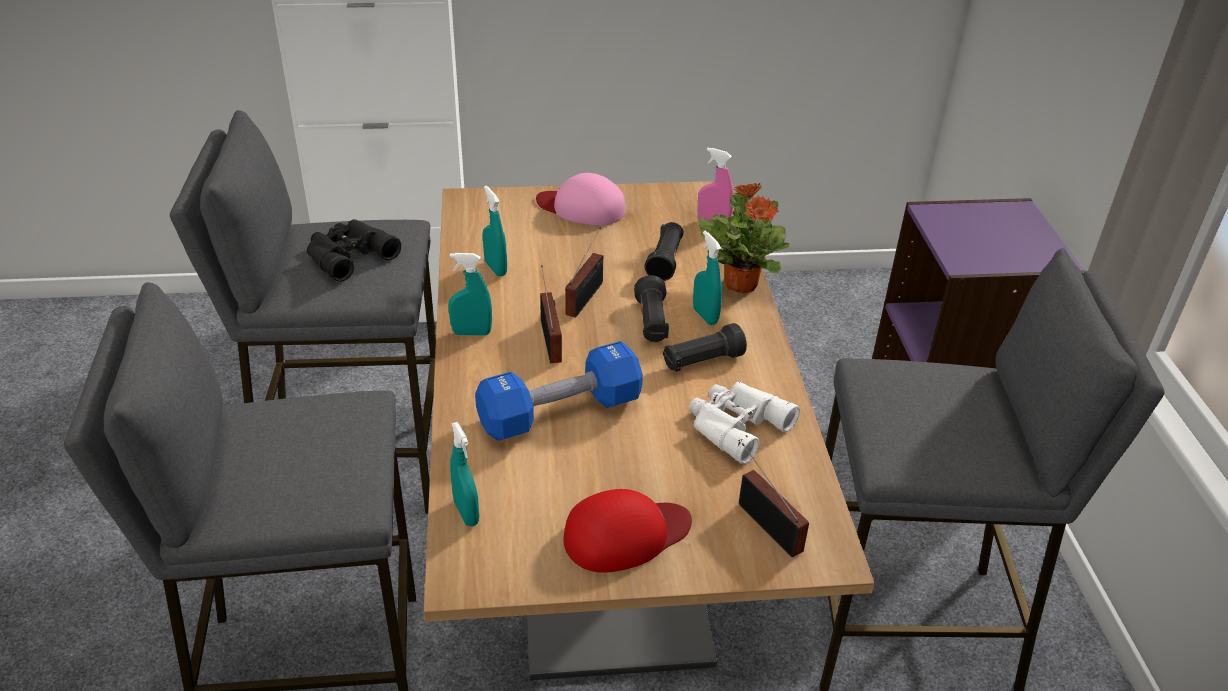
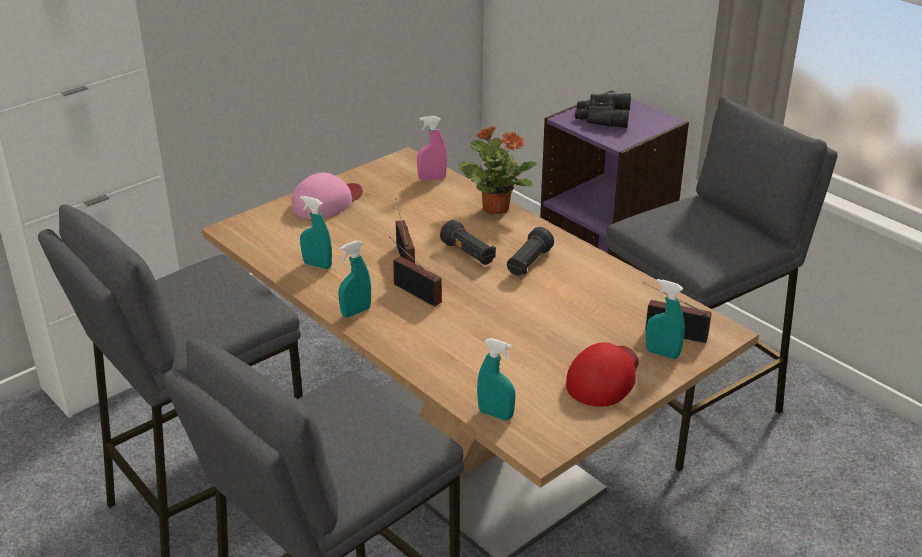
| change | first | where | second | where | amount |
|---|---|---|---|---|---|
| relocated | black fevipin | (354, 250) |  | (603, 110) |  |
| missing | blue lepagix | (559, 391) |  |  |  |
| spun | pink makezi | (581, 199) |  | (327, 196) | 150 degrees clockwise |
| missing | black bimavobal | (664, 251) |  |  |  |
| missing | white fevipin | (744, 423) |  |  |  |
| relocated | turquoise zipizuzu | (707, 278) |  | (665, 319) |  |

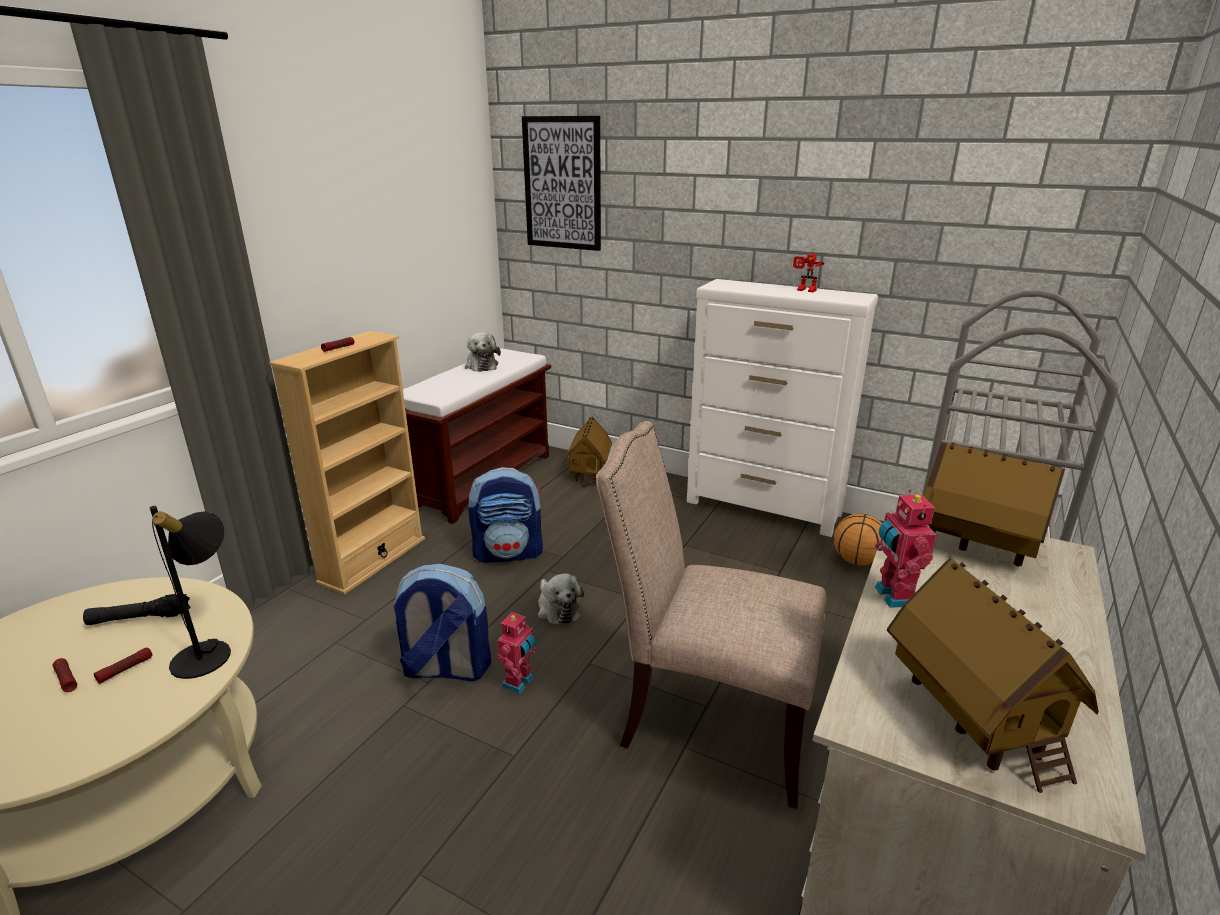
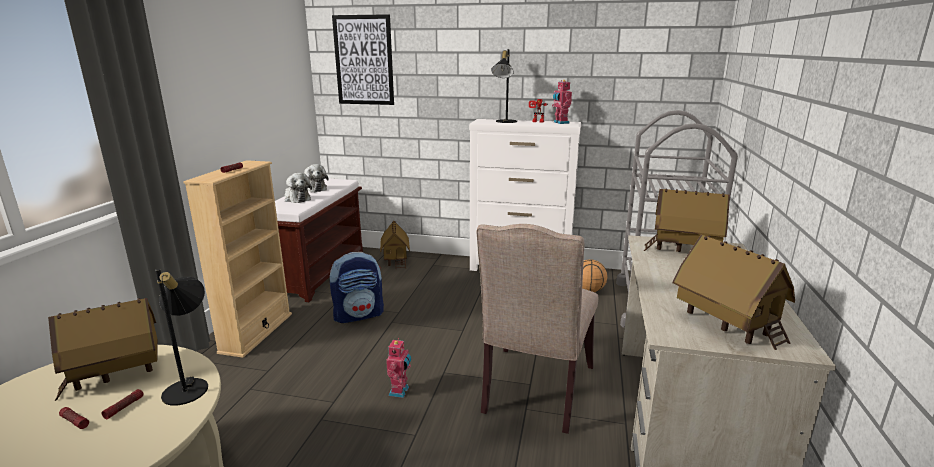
| change | first | where | second | where | amount |
|---|---|---|---|---|---|
| exchanged | black bimavobal | (136, 609) | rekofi | (103, 349) |  |
| missing | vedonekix | (441, 622) |  |  |  |
| relocated | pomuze | (561, 599) |  | (298, 188) |  |
| spun | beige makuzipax | (711, 615) |  | (537, 329) | 75 degrees counterclockwise |
| relocated | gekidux | (906, 549) |  | (562, 102) |  |
| appeared |  |  | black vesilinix | (504, 86) |  |

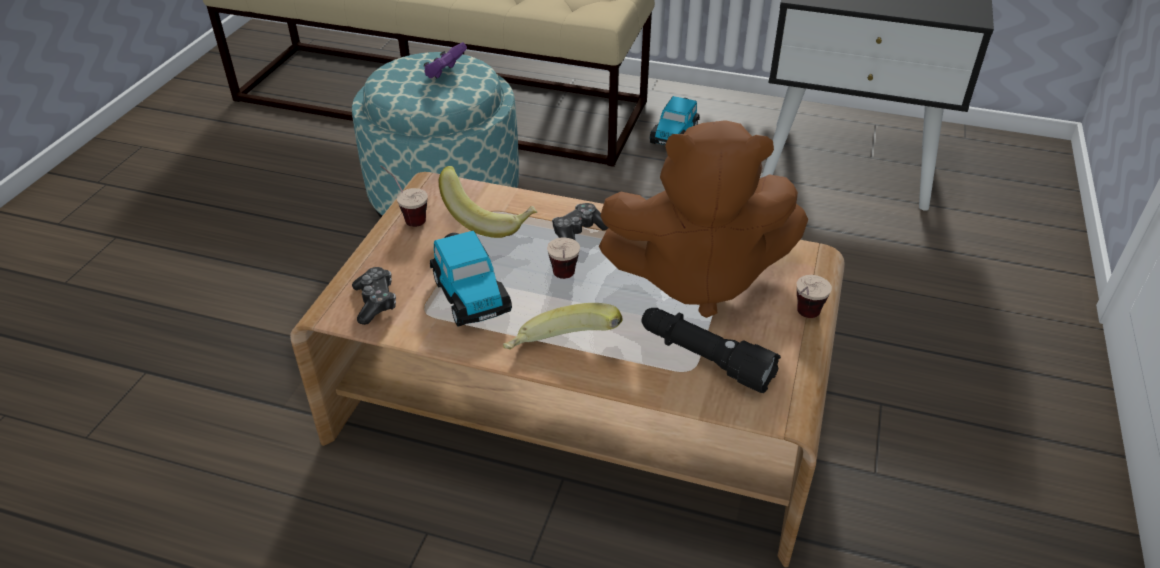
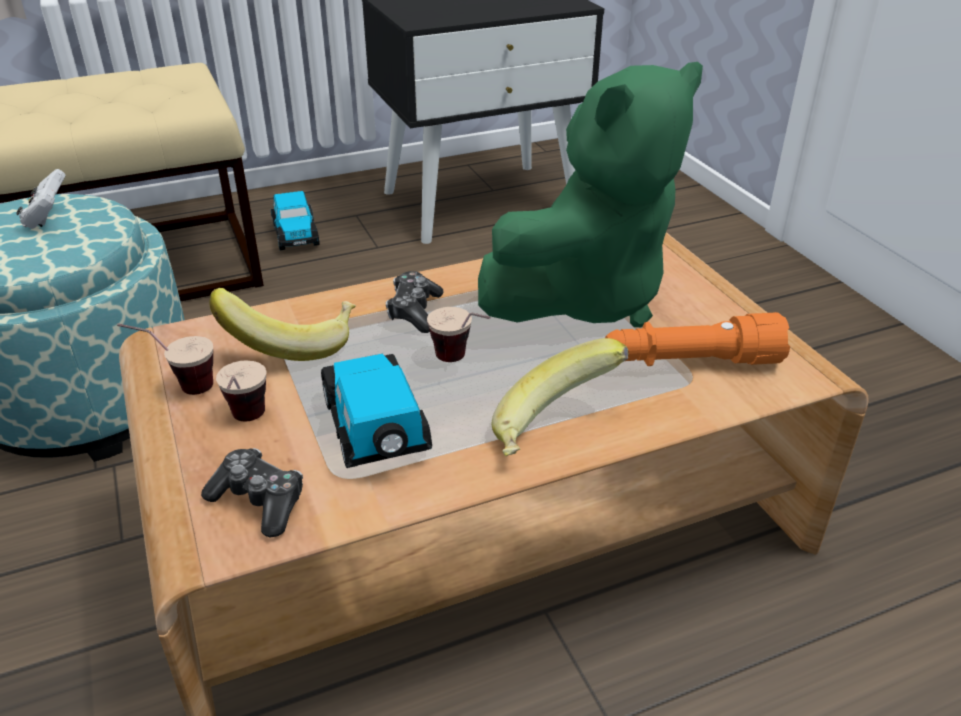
| change | first | where | second | where | amount |
|---|---|---|---|---|---|
| colour | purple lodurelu | (445, 60) | white lodurelu | (41, 199) |  |
| spun | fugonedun | (471, 279) |  | (376, 411) | 135 degrees counterclockwise |
| colour | brown pomuze | (703, 219) | green pomuze | (590, 194) |  |
| colour | black bimavobal | (711, 350) | orange bimavobal | (697, 339) |  |
| relocated | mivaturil | (814, 296) |  | (241, 391) |  |

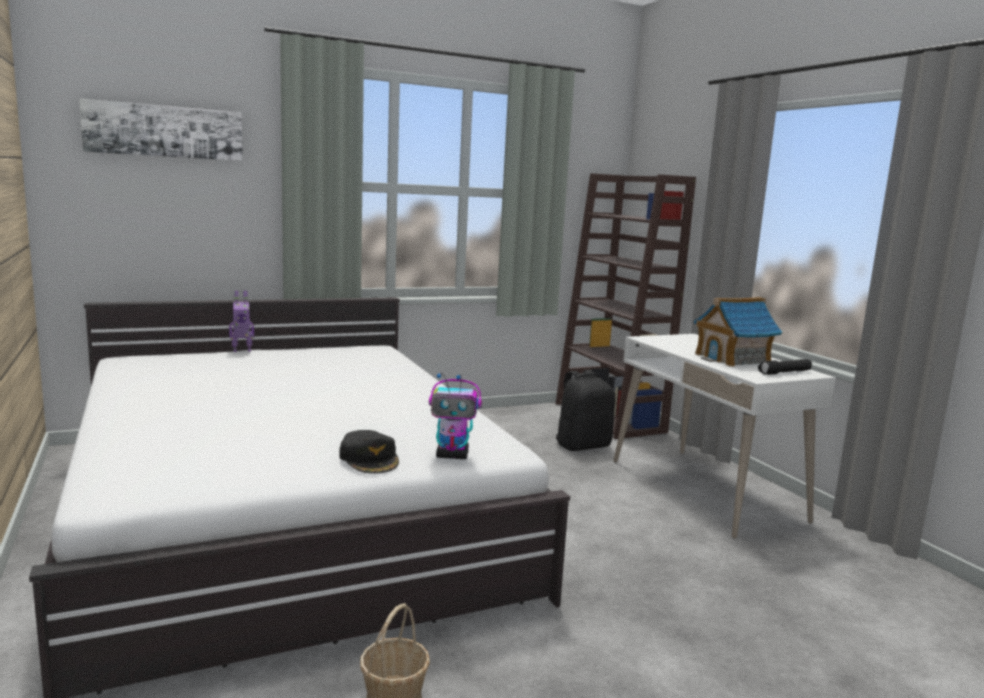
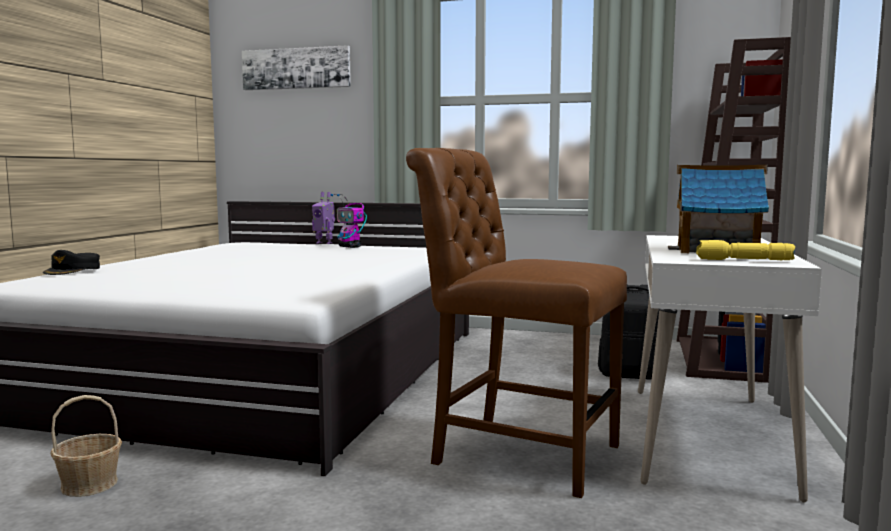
| change | first | where | second | where | amount |
|---|---|---|---|---|---|
| relocated | black makezi | (369, 452) |  | (71, 262) |  |
| relocated | gekidux | (455, 416) |  | (349, 221) |  |
| colour | black bimavobal | (785, 367) | yellow bimavobal | (745, 250) |  |
| appeared |  |  | brown makuzipax | (516, 323) |  |

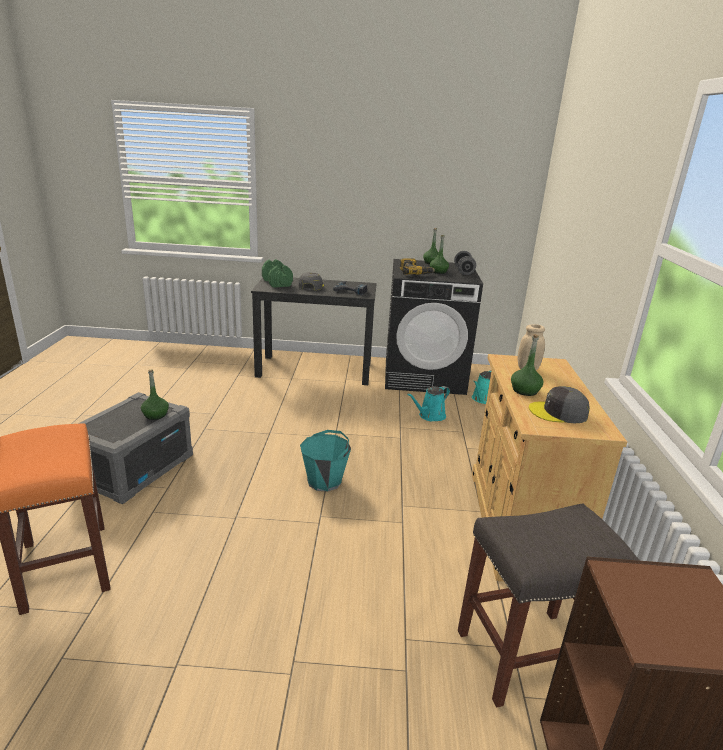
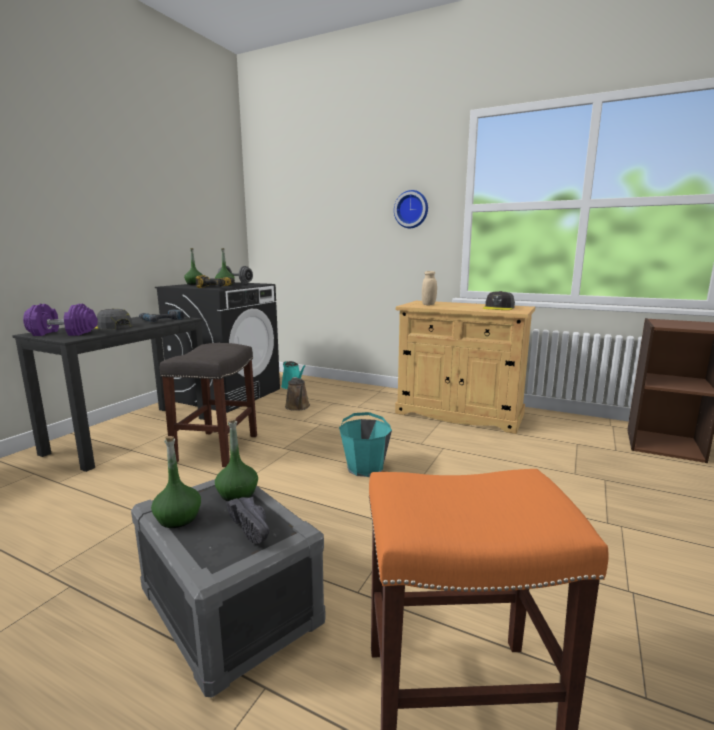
| change | first | where | second | where | amount |
|---|---|---|---|---|---|
| colour | green lepagix | (277, 273) | purple lepagix | (60, 320) |  |
| colour | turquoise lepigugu | (428, 403) | brown lepigugu | (297, 394) |  |
| relocated | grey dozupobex | (549, 605) |  | (208, 405) |  |
| relocated | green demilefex | (527, 365) |  | (176, 482) |  |
| appeared |  |  | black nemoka | (247, 520) |  |
| appeared |  |  | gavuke | (411, 209) |  |

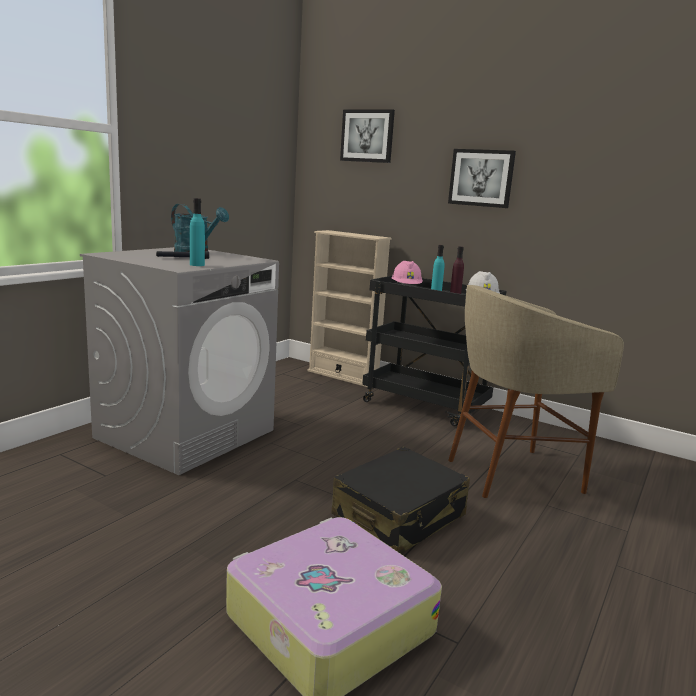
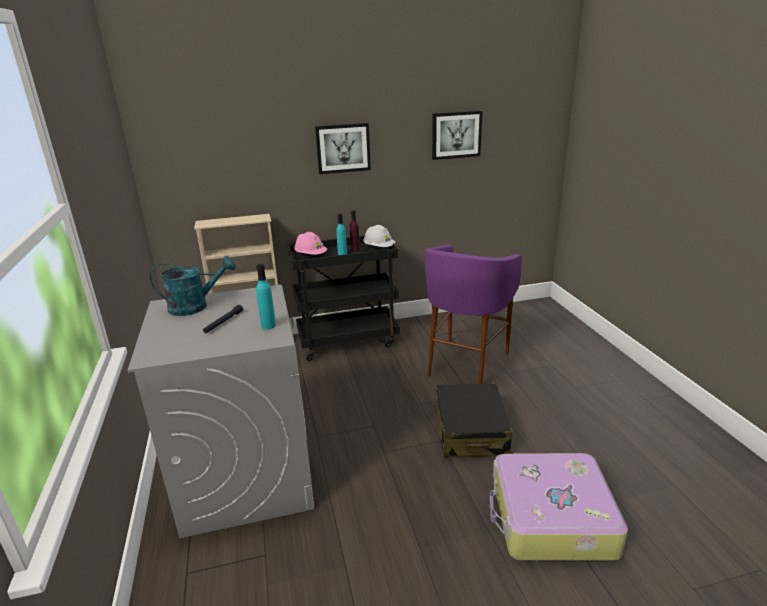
| change | first | where | second | where | amount |
|---|---|---|---|---|---|
| relocated | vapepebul | (367, 136) |  | (457, 135) |  |
| colour | beige dozupobex | (536, 391) | purple dozupobex | (473, 314) |  |

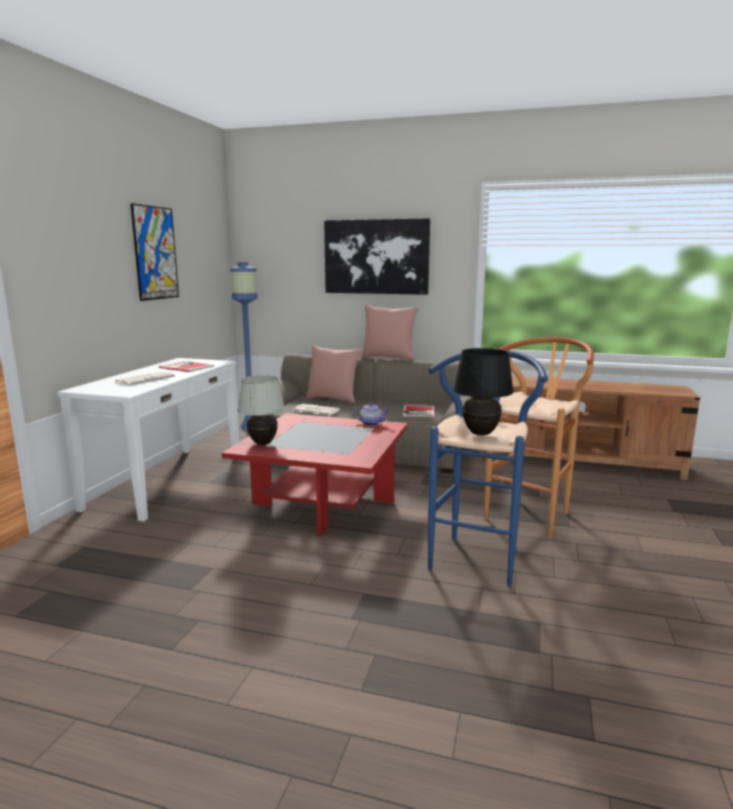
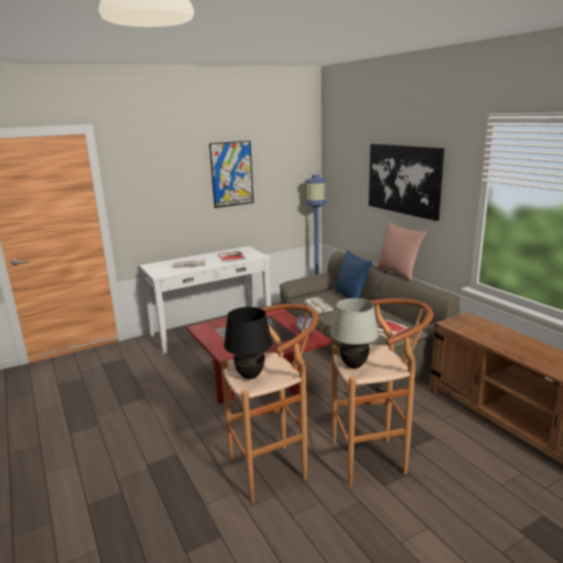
| change | first | where | second | where | amount |
|---|---|---|---|---|---|
| relocated | white vesilinix | (261, 410) |  | (355, 333) |  |
| colour | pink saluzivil | (334, 374) | blue saluzivil | (353, 273) |  |
| colour | blue dozupobex | (488, 468) | brown dozupobex | (269, 403) |  |

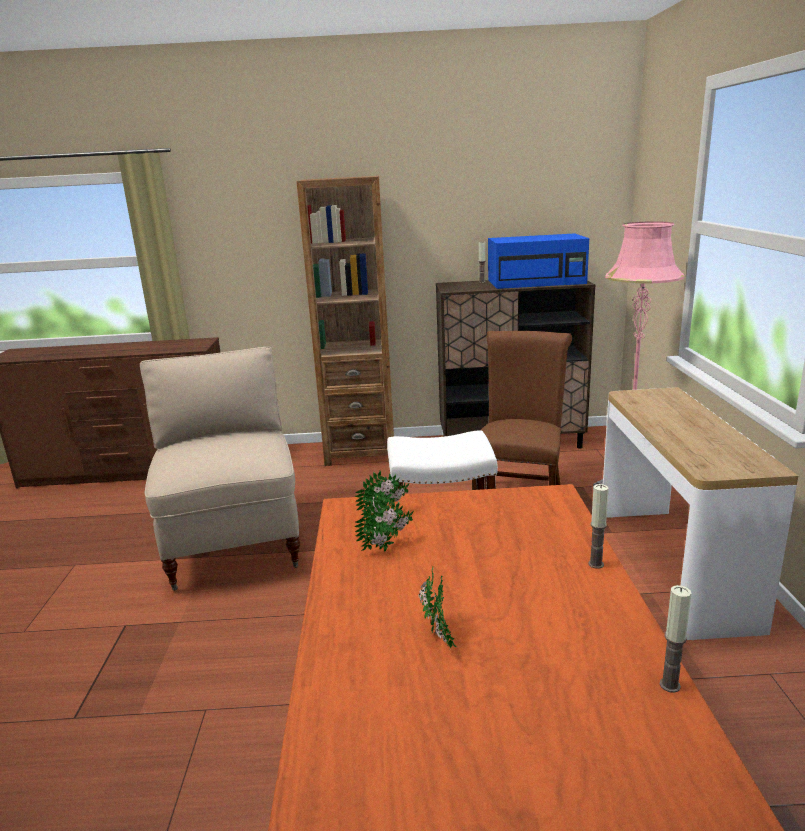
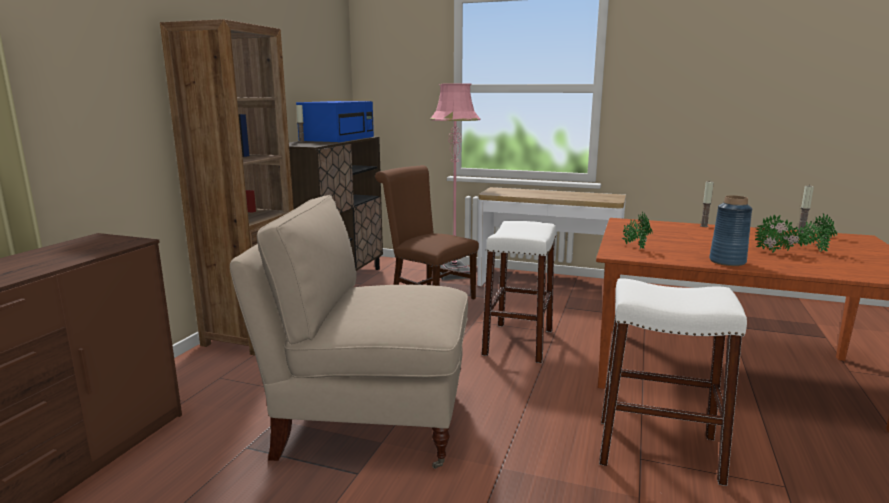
| change | first | where | second | where | amount |
|---|---|---|---|---|---|
| relocated | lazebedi | (384, 525) |  | (815, 233) |  |
| appeared |  |  | white dozupobex | (673, 382) |  |
| appeared |  |  | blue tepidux | (730, 230) |  |

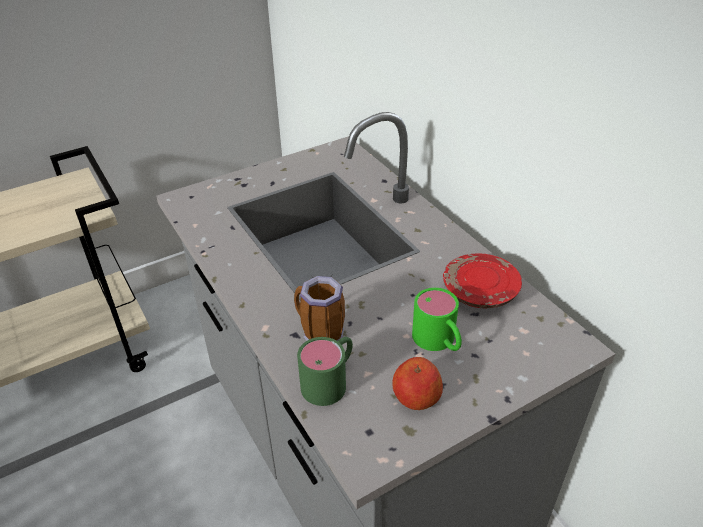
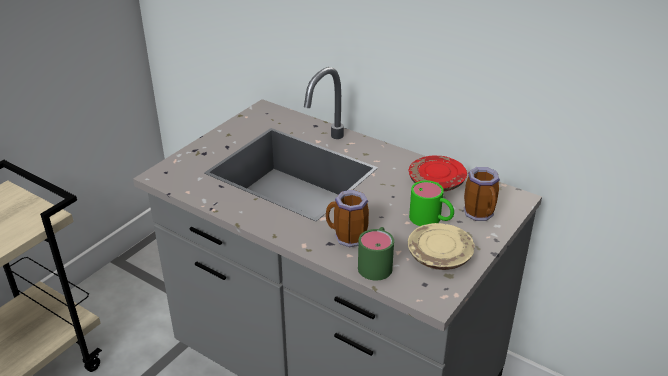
| change | first | where | second | where | amount |
|---|---|---|---|---|---|
| exchanged | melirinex | (417, 383) | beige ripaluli | (441, 246) |  |
| appeared |  |  | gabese | (482, 194) |  |

